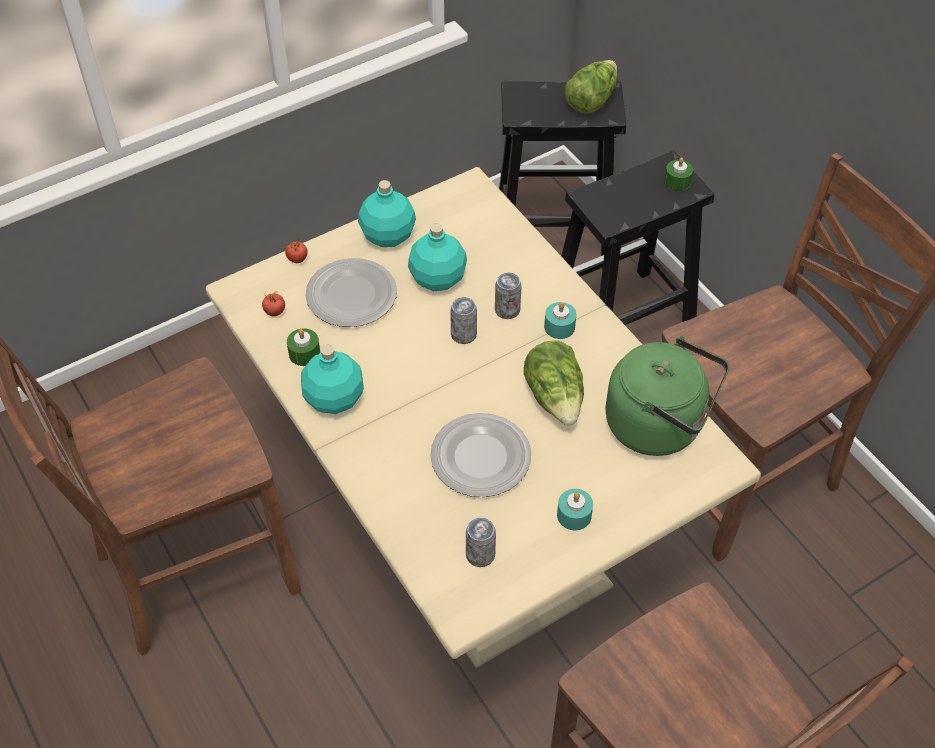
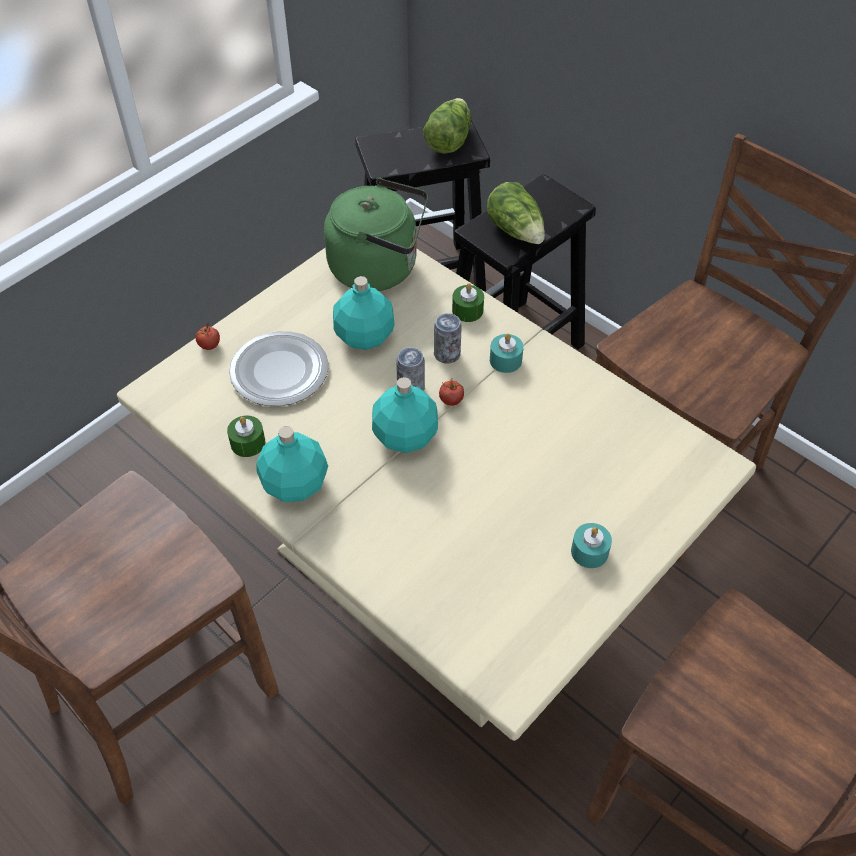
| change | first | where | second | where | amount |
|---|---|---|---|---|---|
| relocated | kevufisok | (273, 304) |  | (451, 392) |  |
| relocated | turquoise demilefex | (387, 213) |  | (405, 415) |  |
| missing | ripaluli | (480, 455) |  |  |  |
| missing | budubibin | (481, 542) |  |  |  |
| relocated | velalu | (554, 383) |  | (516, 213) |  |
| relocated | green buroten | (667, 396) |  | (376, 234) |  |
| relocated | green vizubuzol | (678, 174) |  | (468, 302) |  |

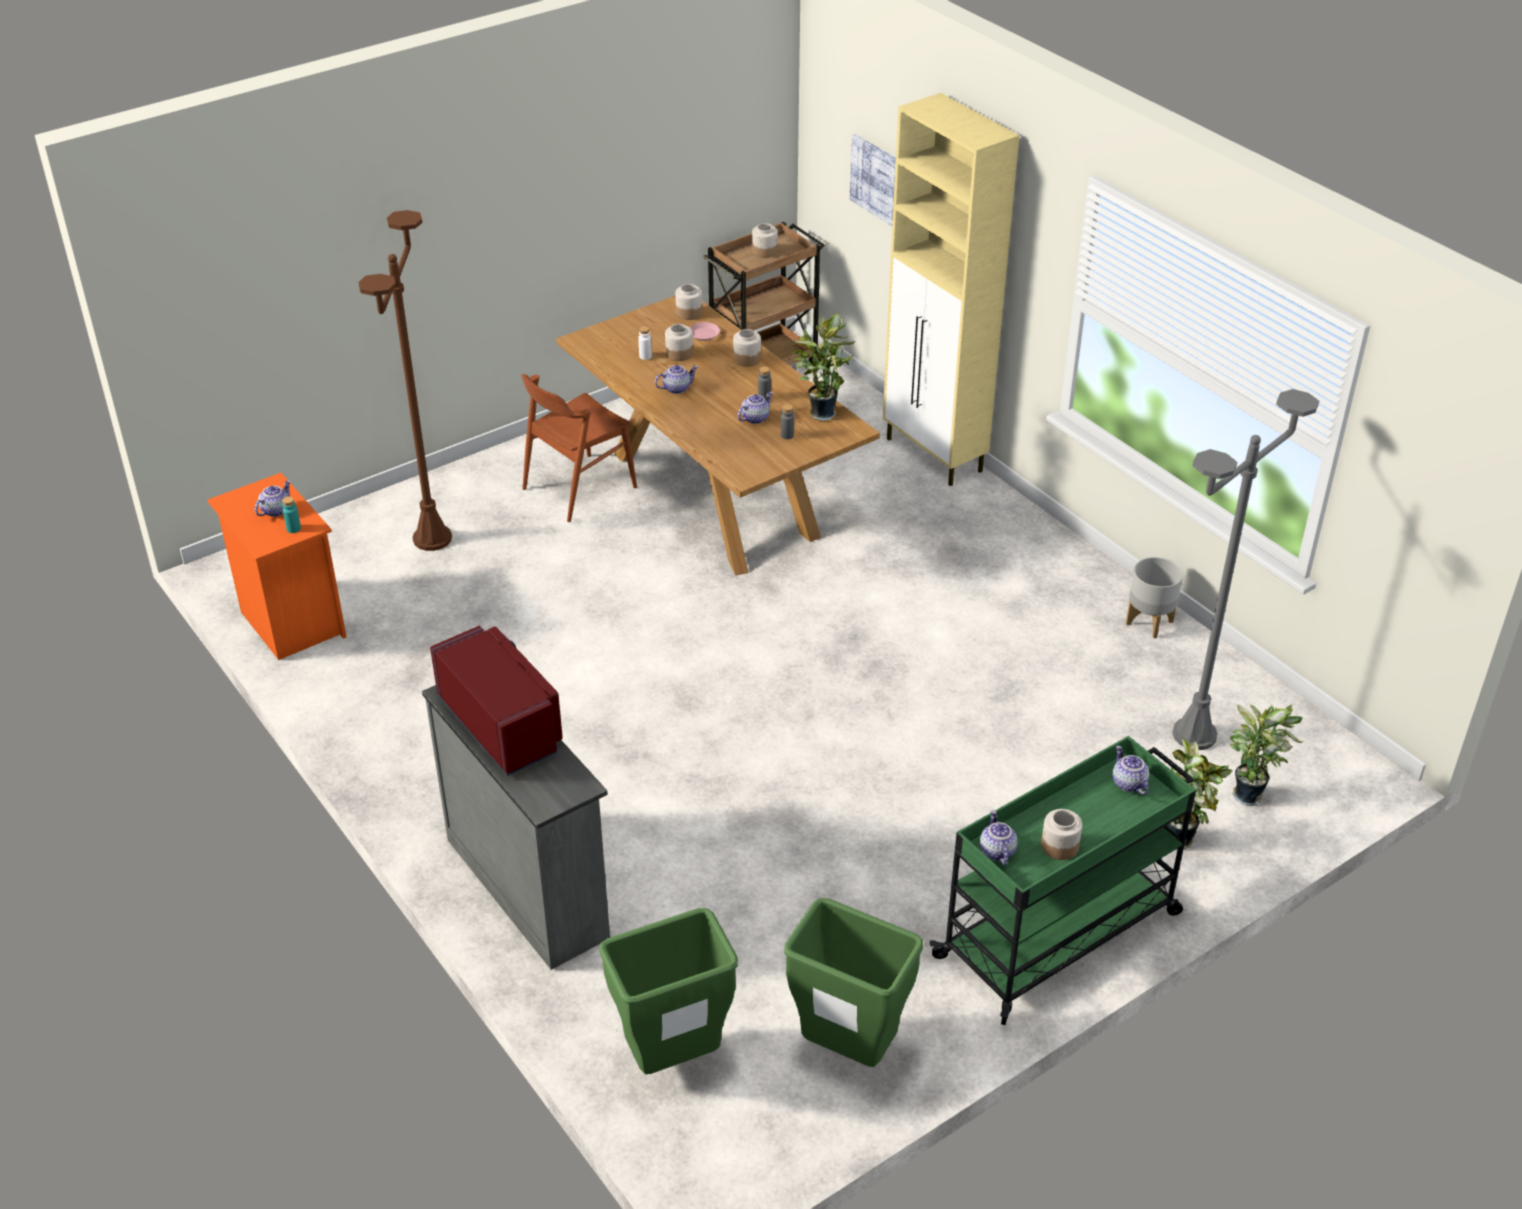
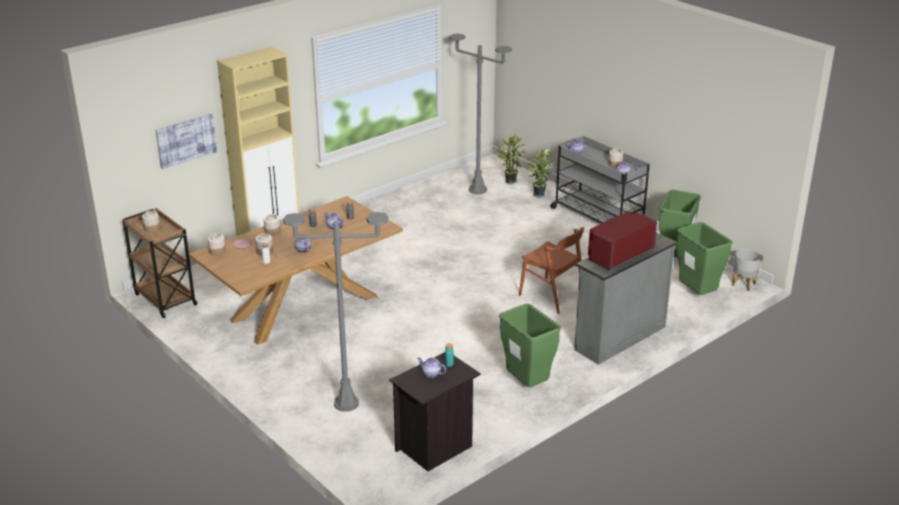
| change | first | where | second | where | amount |
|---|---|---|---|---|---|
| colour | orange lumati | (277, 566) | black lumati | (435, 411) |  |
| colour | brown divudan | (405, 380) | grey divudan | (335, 312) |  |
| relocated | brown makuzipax | (579, 448) |  | (551, 270) |  |
| missing | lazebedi | (823, 367) |  |  |  |
| colour | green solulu | (1063, 880) | grey solulu | (600, 180) |  |
| relocated | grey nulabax | (1154, 597) |  | (746, 270) |  |
| appeared |  |  | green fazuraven | (530, 345) |  |

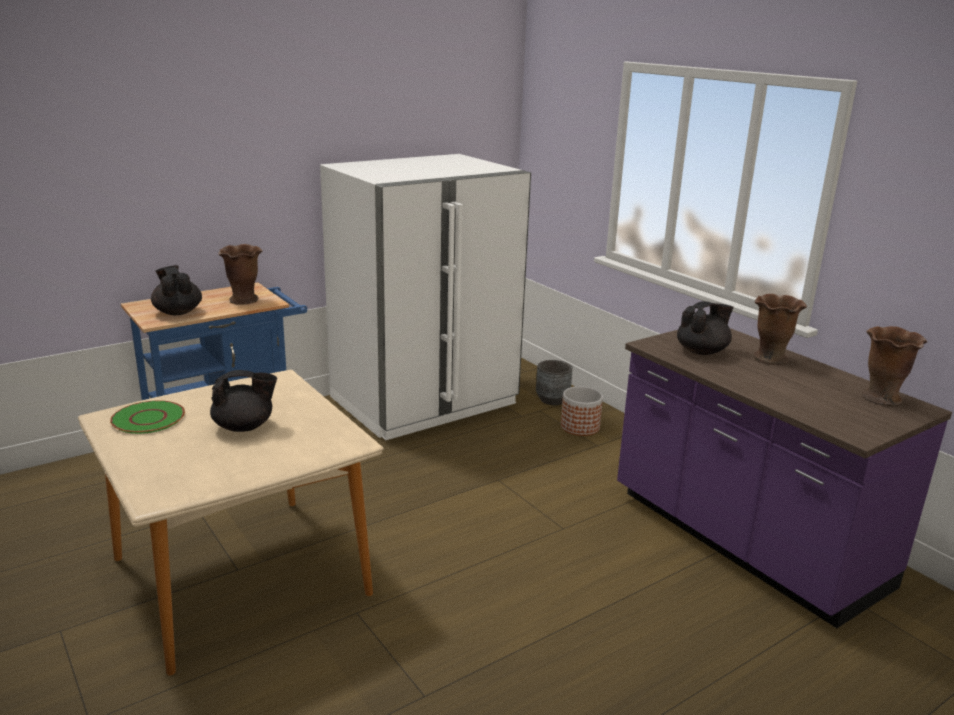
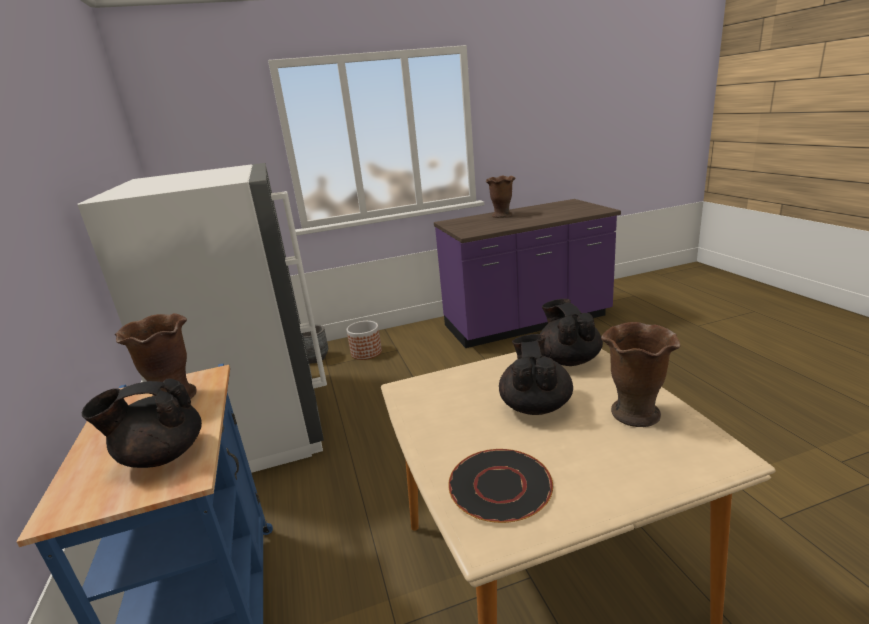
| change | first | where | second | where | amount |
|---|---|---|---|---|---|
| colour | green ripaluli | (147, 417) | black ripaluli | (500, 486) |  |
| relocated | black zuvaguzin | (705, 328) |  | (571, 332) |  |
| relocated | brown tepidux | (895, 366) |  | (640, 374) |  |

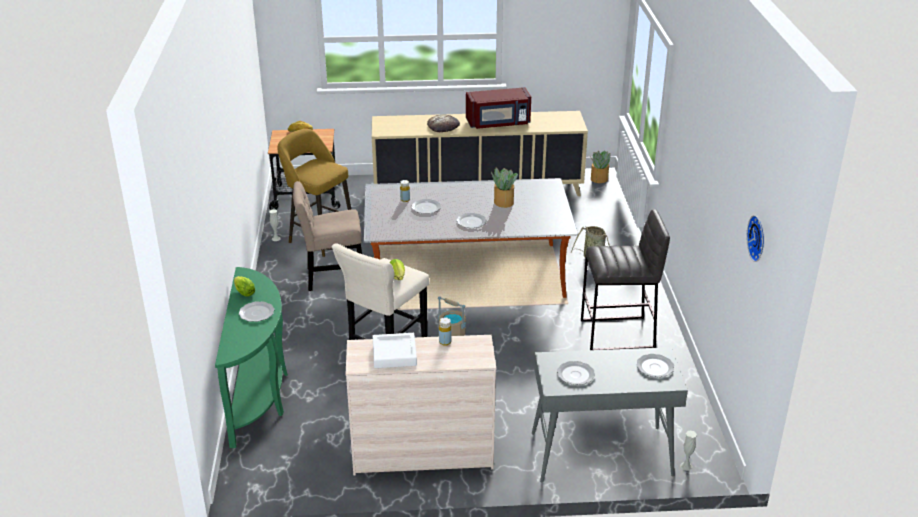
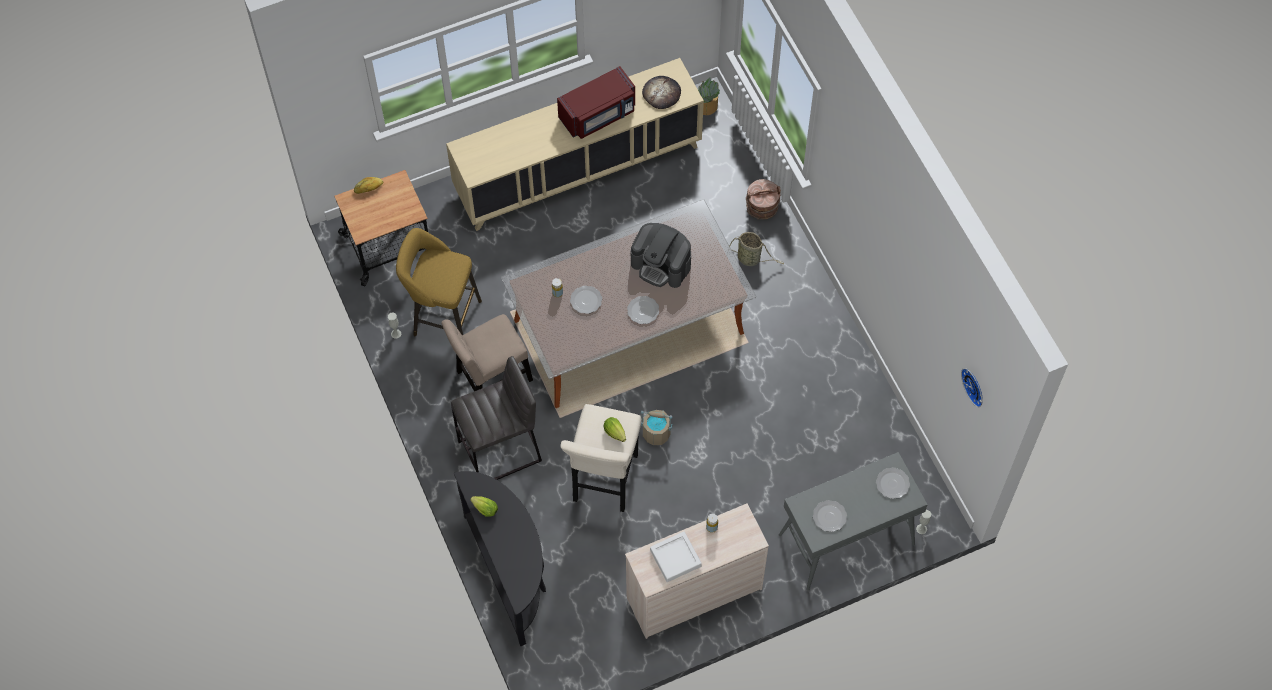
| change | first | where | second | where | amount |
|---|---|---|---|---|---|
| colour | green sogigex | (251, 358) | black sogigex | (500, 558) |  |
| missing | ripaluli | (256, 311) |  |  |  |
| relocated | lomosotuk | (443, 123) |  | (661, 92) |  |
| exchanged | lazebedi | (504, 188) | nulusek | (661, 255) |  |
| relocated | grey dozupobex | (625, 279) |  | (496, 418) |  |
| appeared |  |  | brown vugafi | (763, 199) |  |

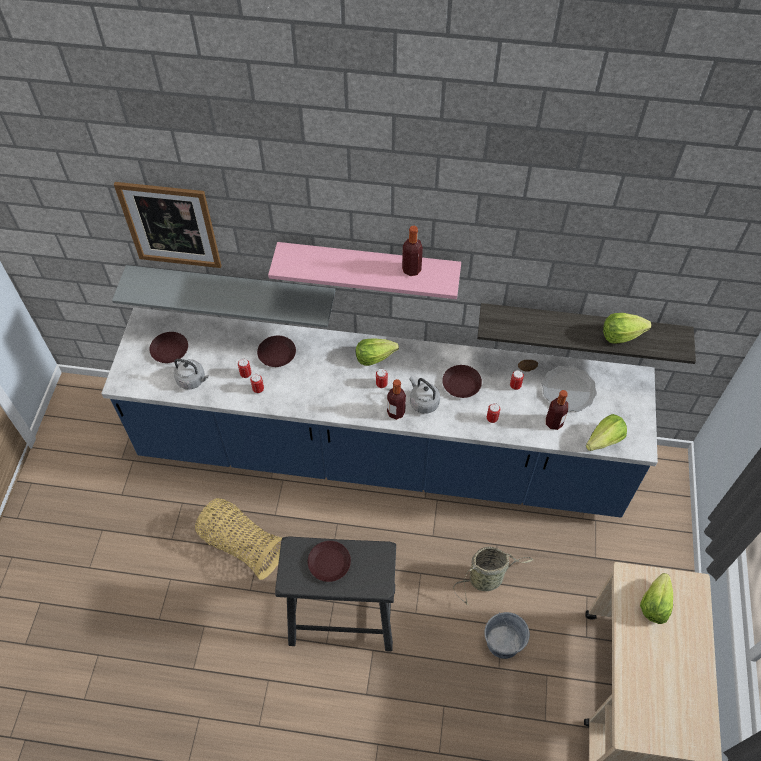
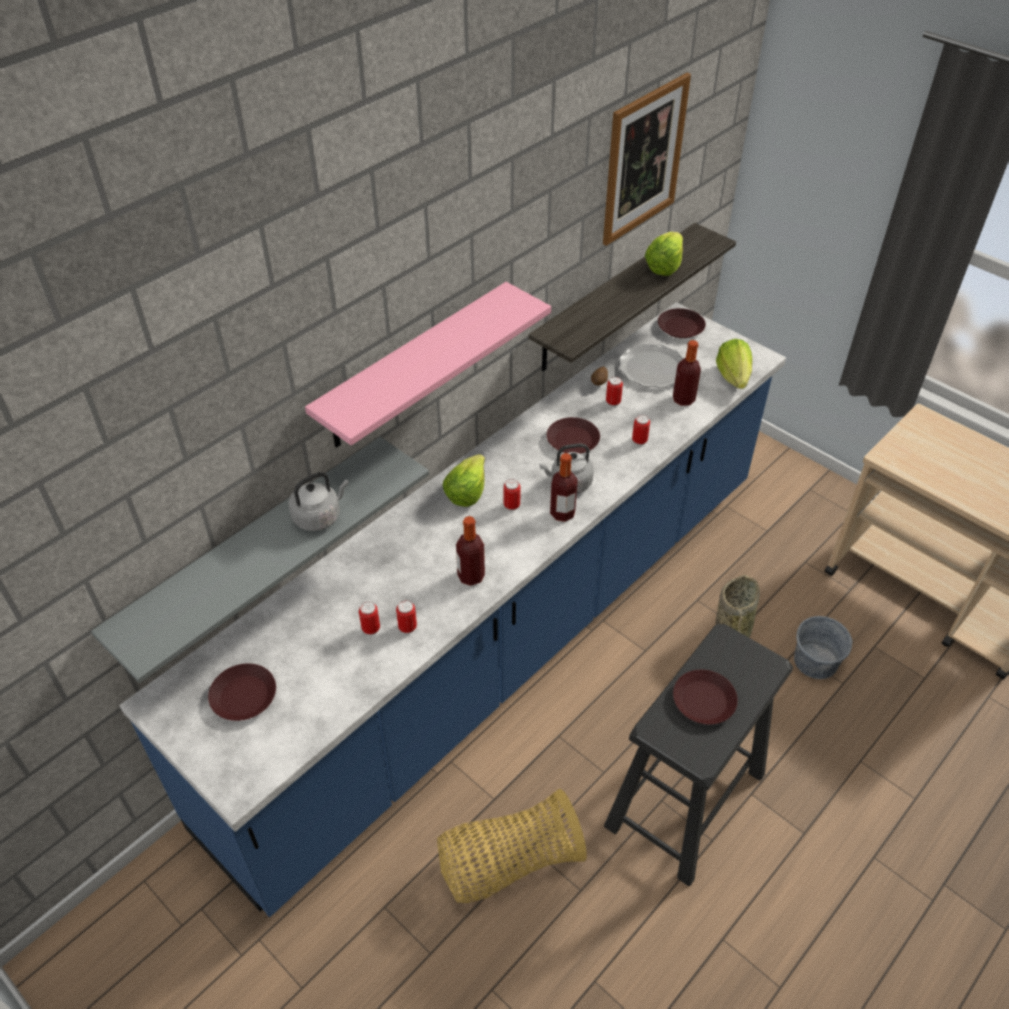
| change | first | where | second | where | amount |
|---|---|---|---|---|---|
| relocated | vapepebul | (167, 225) |  | (647, 159) |  |
| relocated | grey buroten | (191, 374) |  | (319, 501) |  |
| relocated | brown ripaluli | (276, 351) |  | (682, 323) |  |
| relocated | demilefex | (412, 251) |  | (470, 551) |  |
| missing | velalu | (656, 598) |  |  |  |

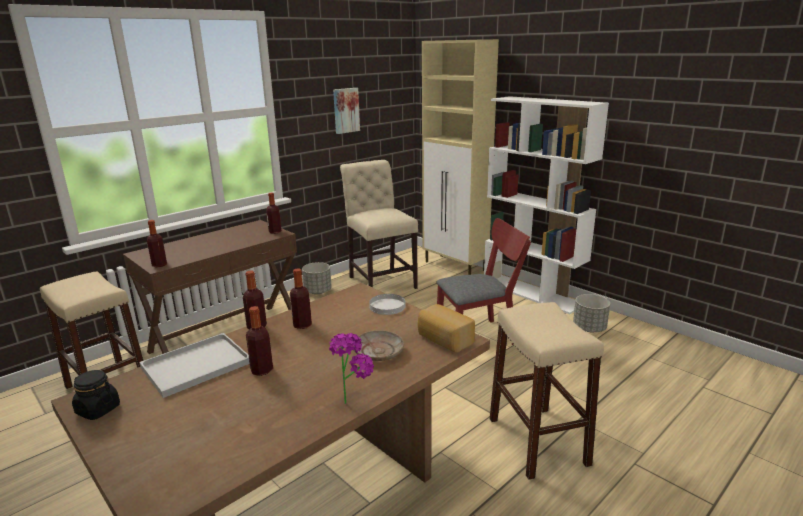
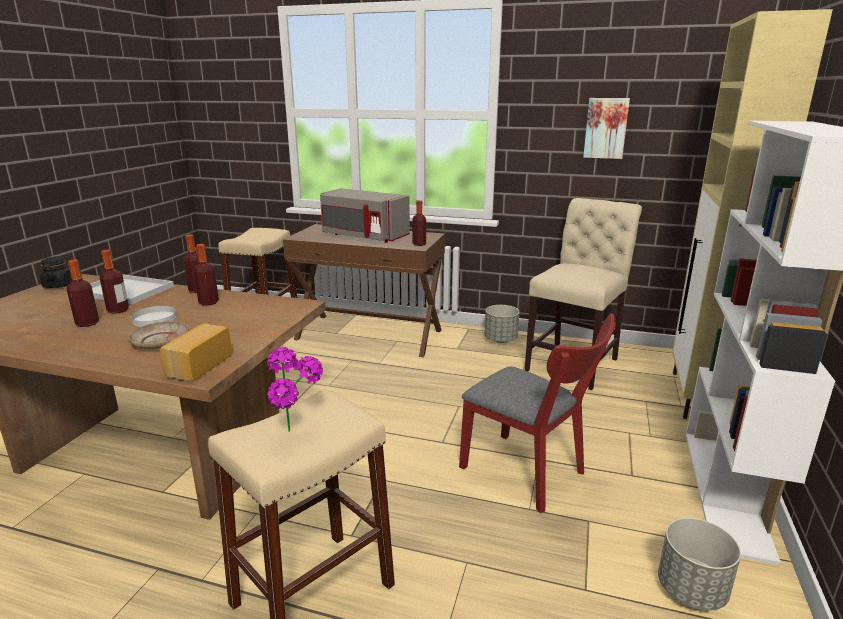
| change | first | where | second | where | amount |
|---|---|---|---|---|---|
| relocated | demilefex | (157, 243) |  | (83, 293) |  |
| relocated | lazebedi | (351, 368) |  | (295, 389) |  |
| relocated | white ripaluli | (387, 304) |  | (154, 316) |  |
| appeared |  |  | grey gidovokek | (365, 215) |  |

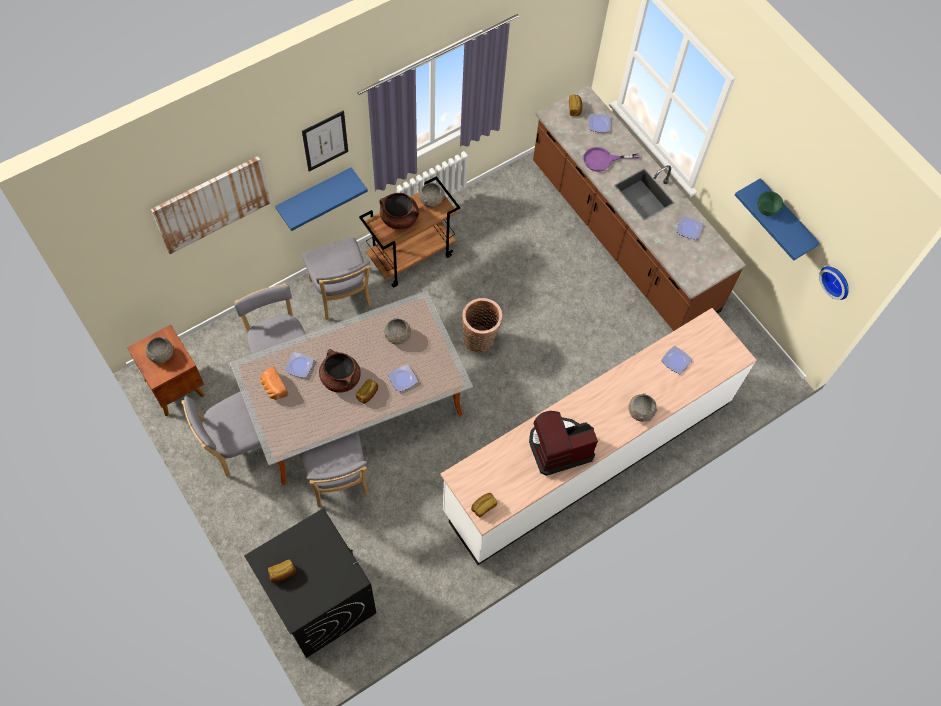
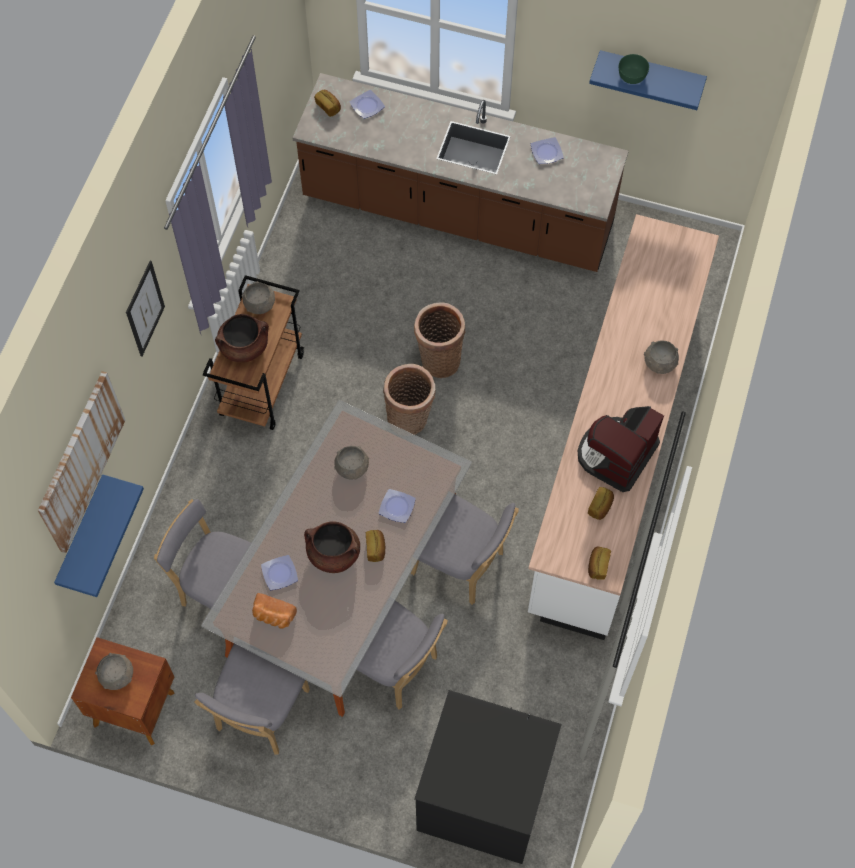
| change | first | where | second | where | amount |
|---|---|---|---|---|---|
| relocated | lomosotuk | (282, 571) |  | (601, 503) |  |
| relocated | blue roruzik | (321, 199) |  | (99, 535) |  |
| relocated | grey makuzipax | (336, 279) |  | (465, 549) |  |
| missing | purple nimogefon | (611, 159) |  |  |  |
| missing | ripaluli | (676, 360) |  |  |  |
| missing | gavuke | (833, 283) |  |  |  |
| appeared |  |  | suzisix | (439, 340) |  |

